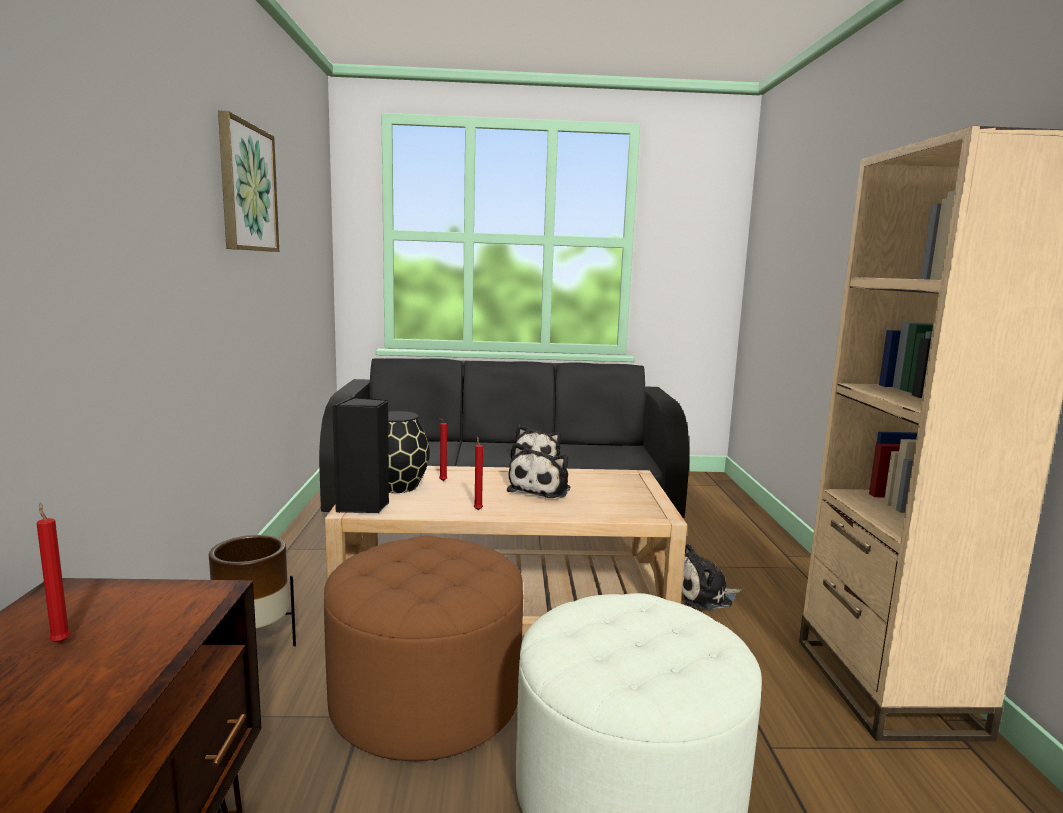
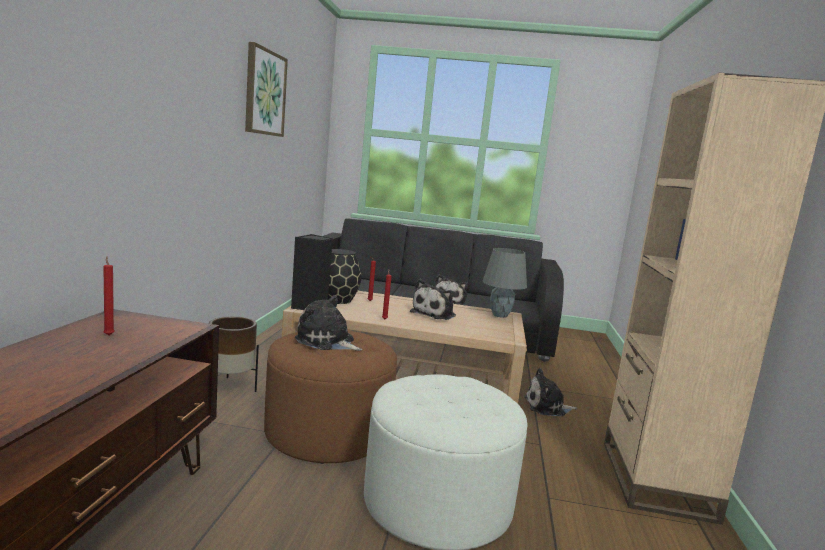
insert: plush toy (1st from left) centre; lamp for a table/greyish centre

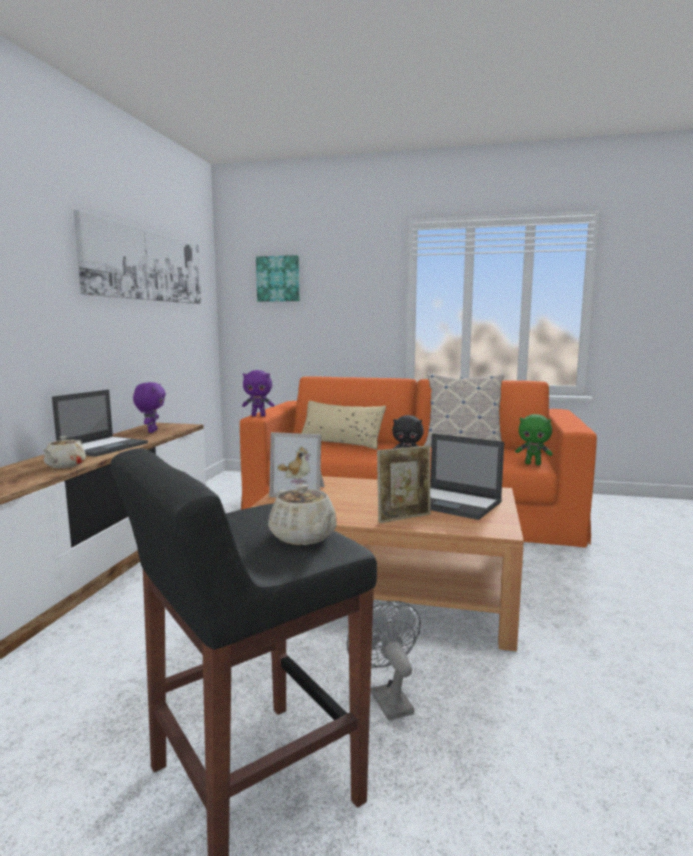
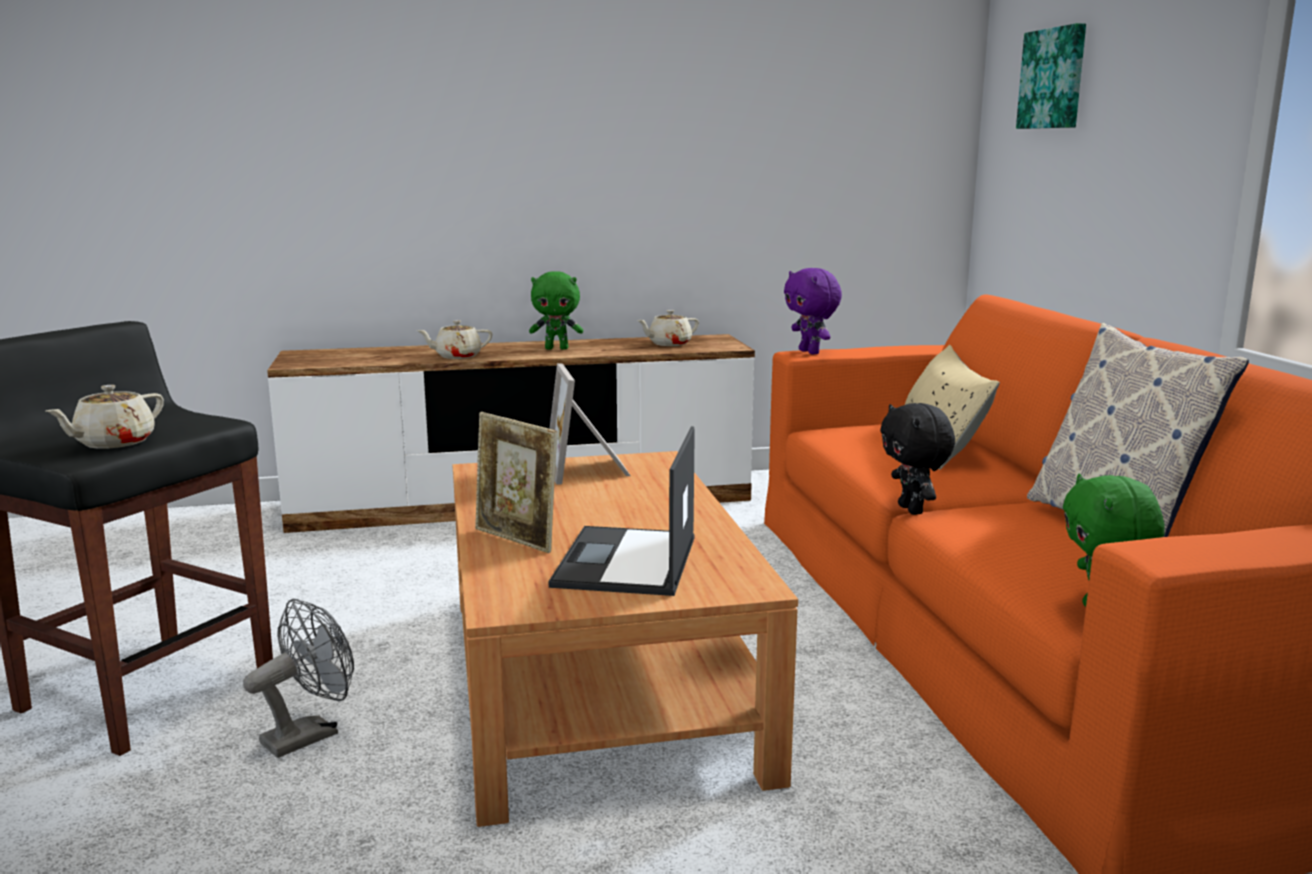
delete: wall picture (1st from left) top left
replace: laptop (1st from left) middle left to plush toy/green (1st from left) centre; plush toy/purple (1st from left) middle left to pot for tea/beige (3rd from left) centre

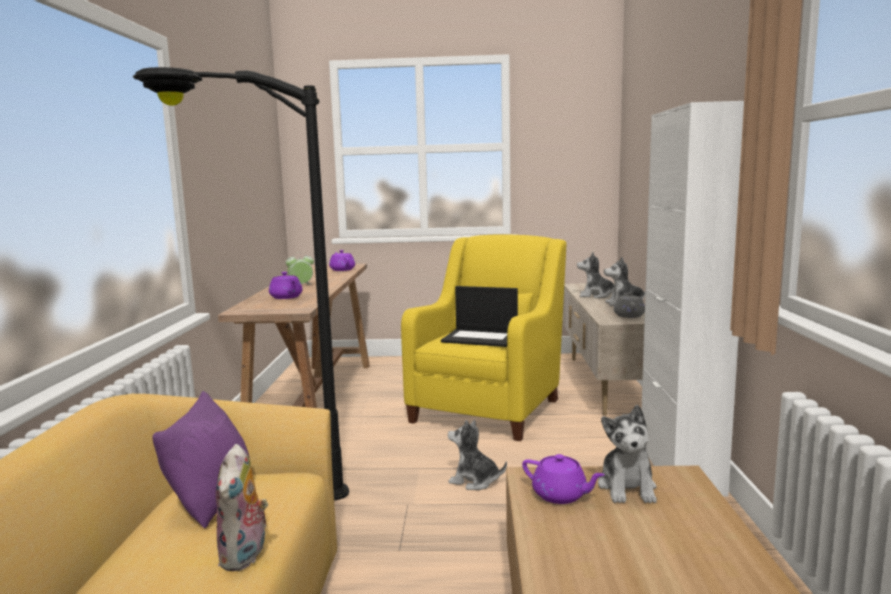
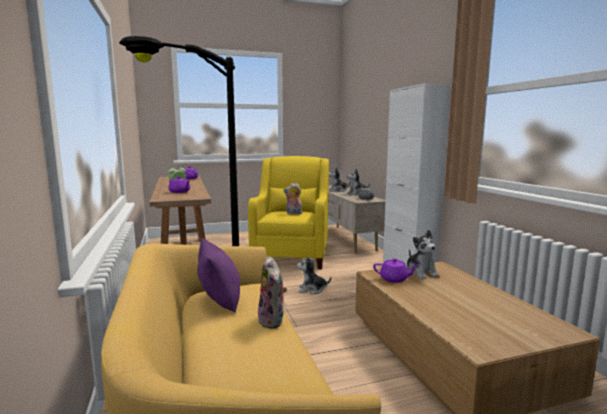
replace: laptop centre to plush toy (2nd from left) centre

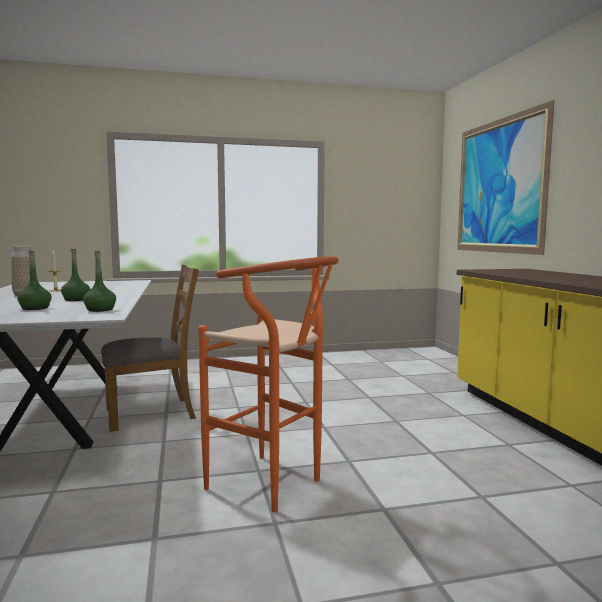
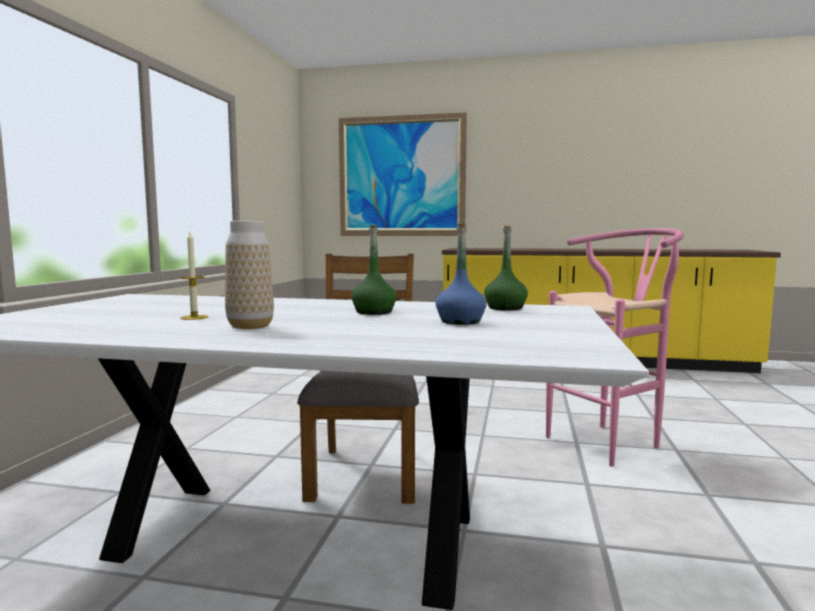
recolor: drink bottle/green (1st from left) middle left to drink bottle/blue centre; stool/orangey centre to stool/pink-coloured middle right

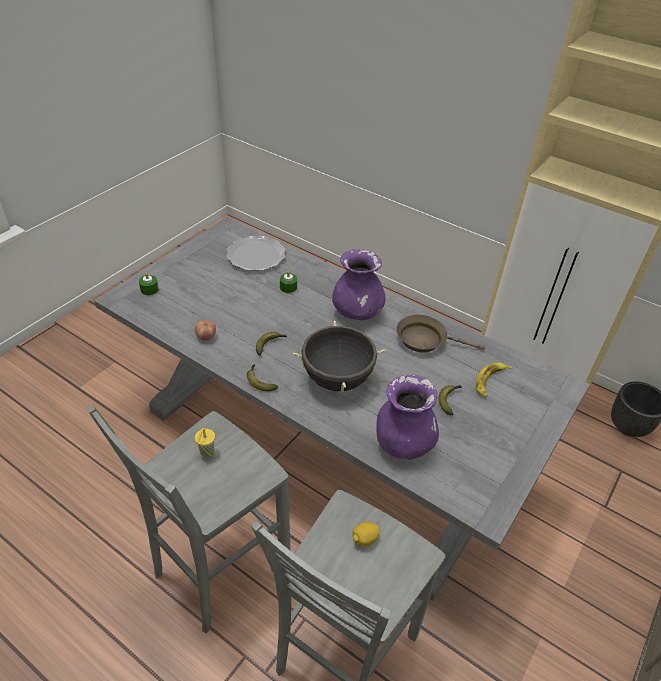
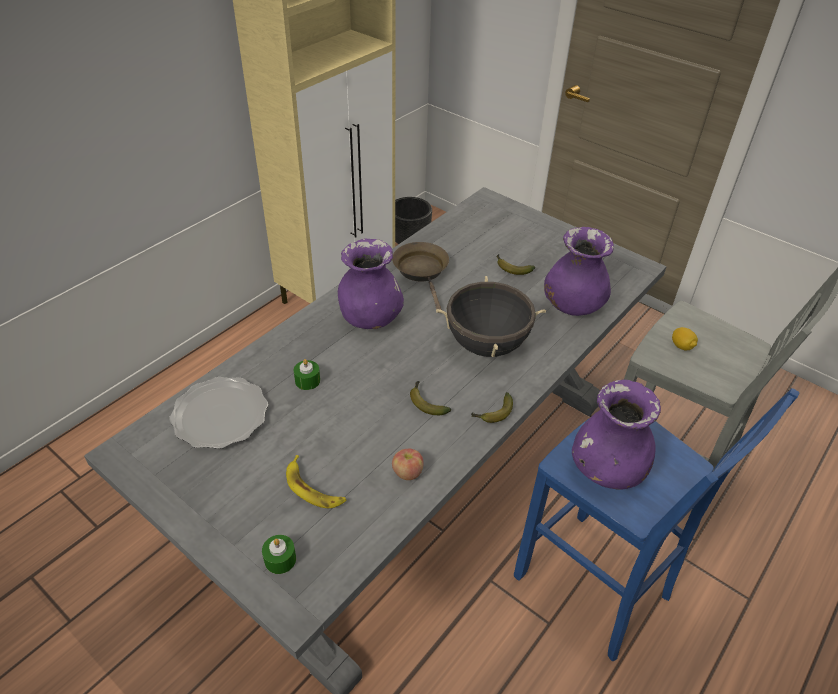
move: banana (4th from left in the first image) middle right to banana (1st from left) bottom centre
replace: small cup/yellow middle left to decorative vase/purple (3rd from left) middle right
recolor: stool/greyish (1st from left) bottom left to stool/blue bottom right
rotate: skillet/brownish middle right = centre 150 degrees clockwise

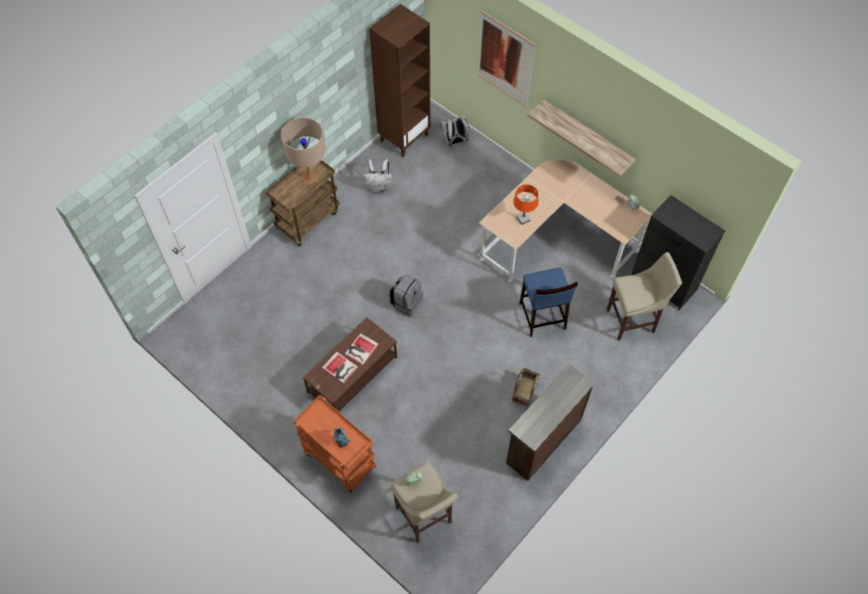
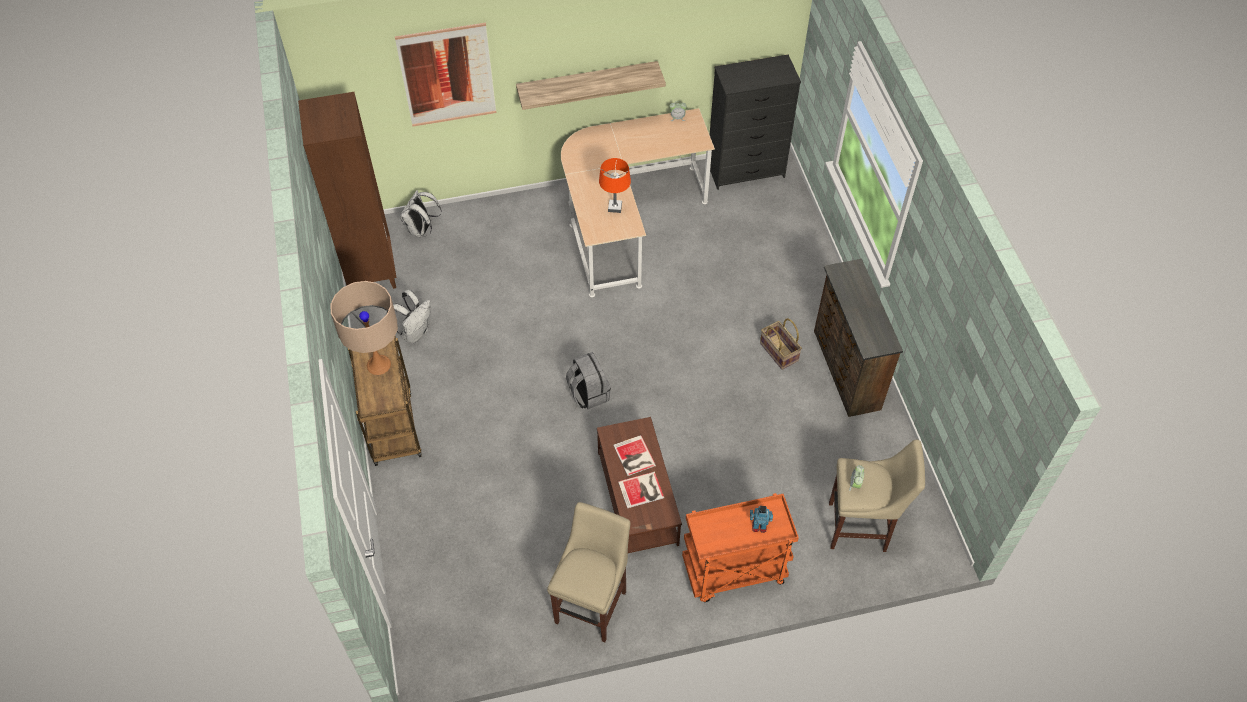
delete: stool/blue centre
move: stool/beige (2nd from left in the first image) middle right to stool/beige (1st from left) bottom centre

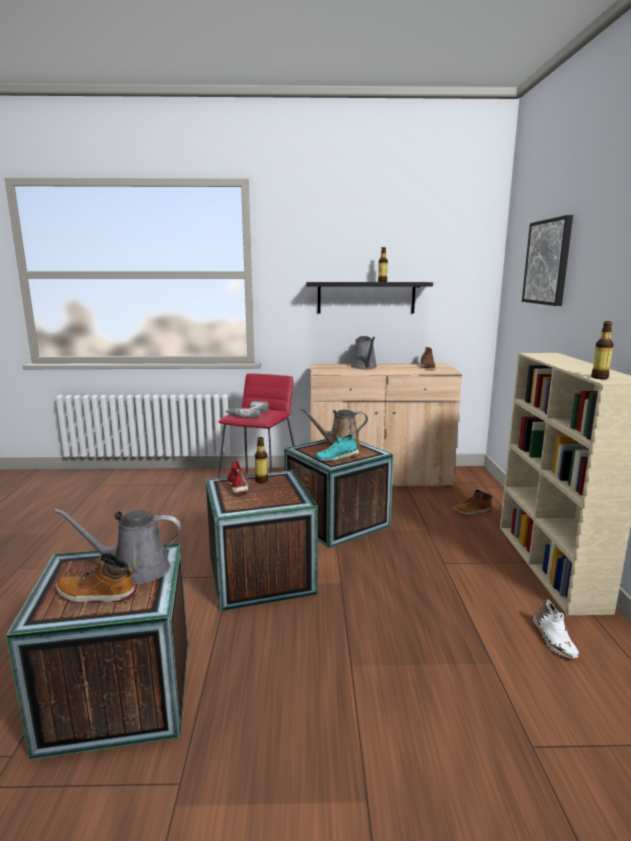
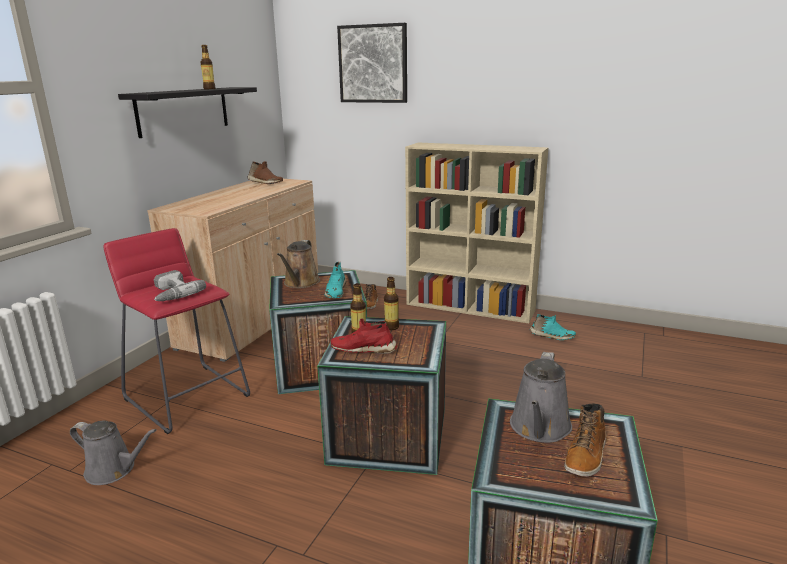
move: sprinkling can/greyish (2nd from left in the first image) centre to sprinkling can/greyish (1st from left) bottom left; drink bottle (3rd from left) middle right to centre
recolor: shoe/white-coloured bottom right to shoe/turquoise-coloured (2nd from left) middle right

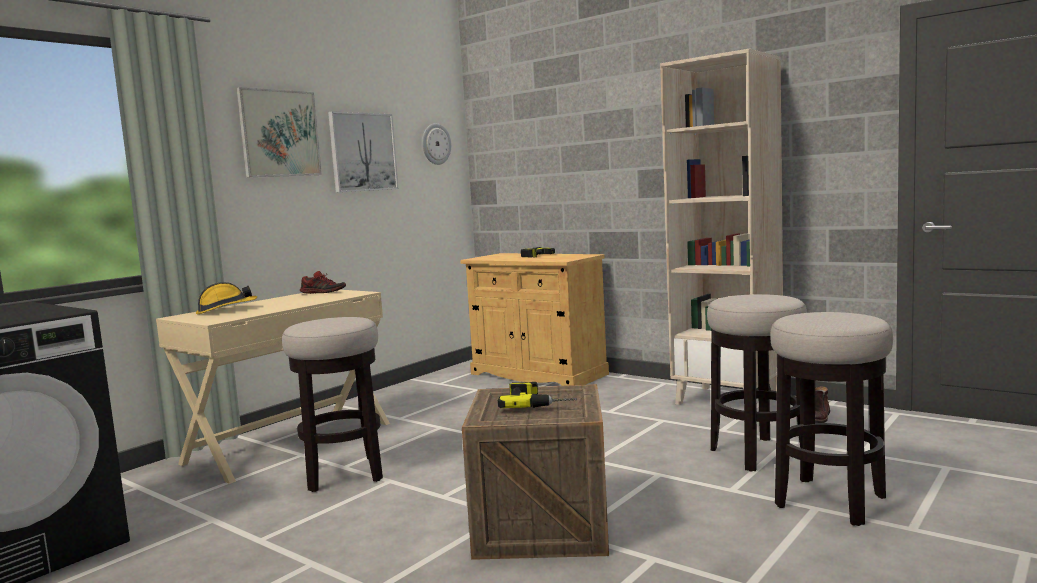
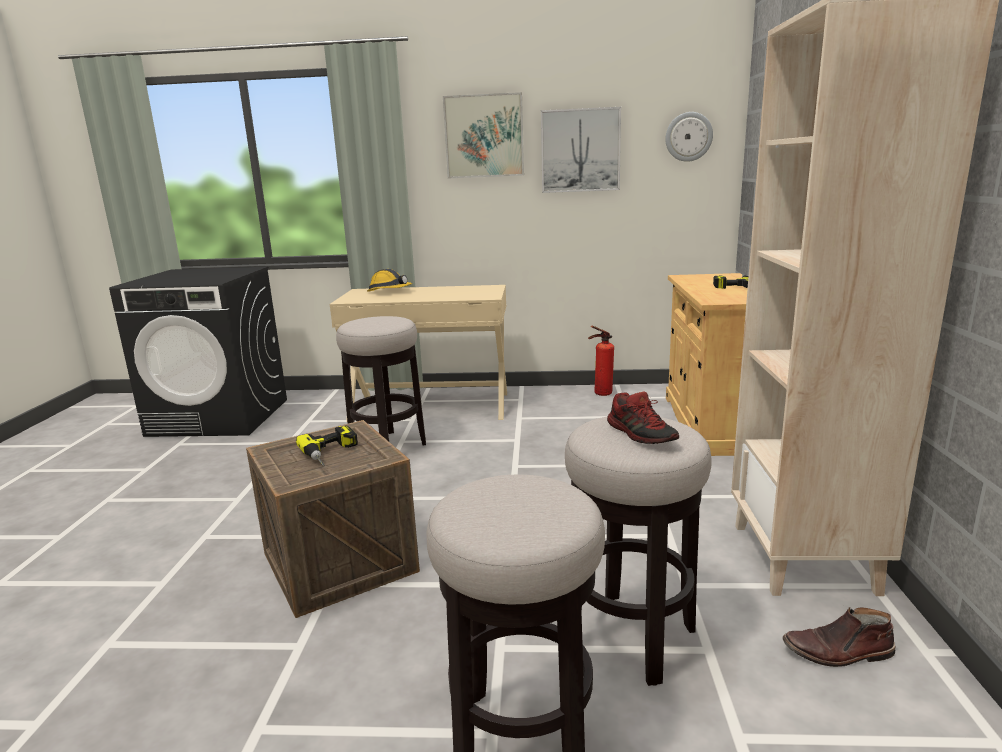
insert: fire-fighting cylinder centre
move: shoe middle left to centre

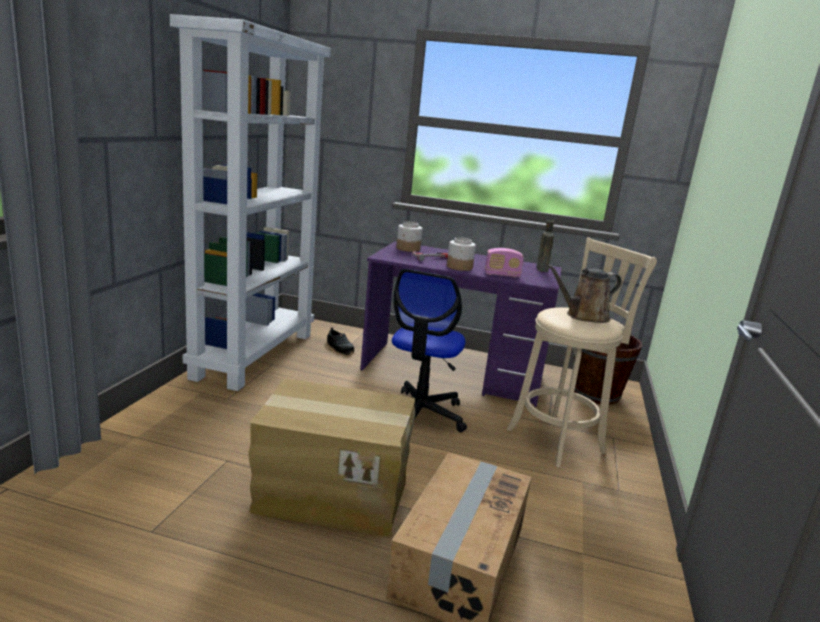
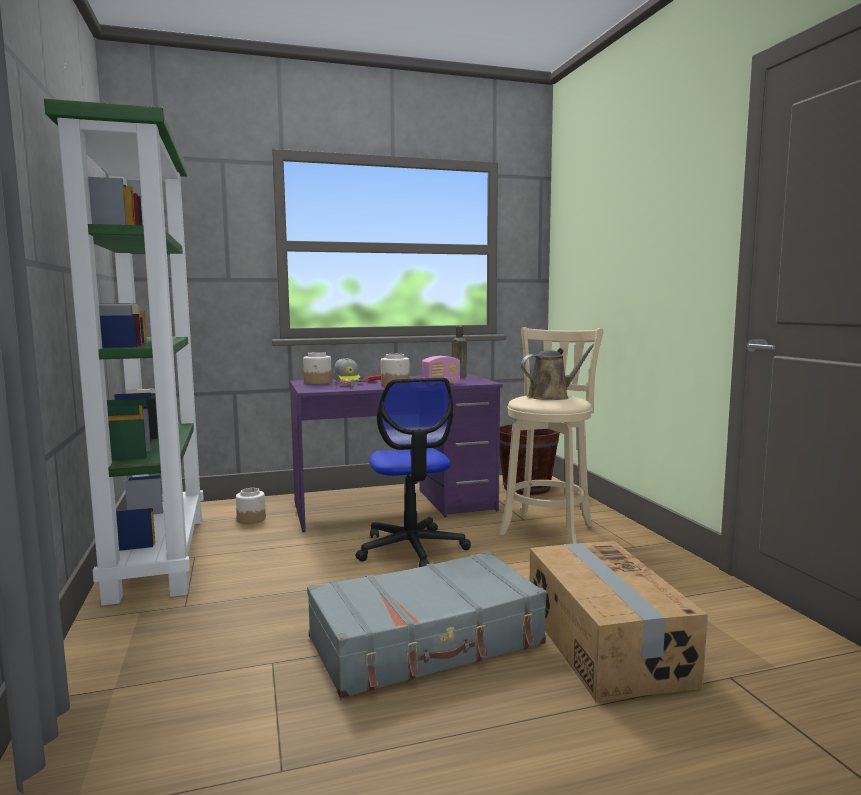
insert: peaked cap centre
replace: cardboard box (1st from left) bottom centre to travel case/greyish bottom centre; shoe/black-coloured centre to preserve jar (1st from left) middle left
recolor: bookshelf/white-coloured top left to bookshelf/green middle left
rotate: sprinkling can/brownish middle right = centre 150 degrees counterclockwise

